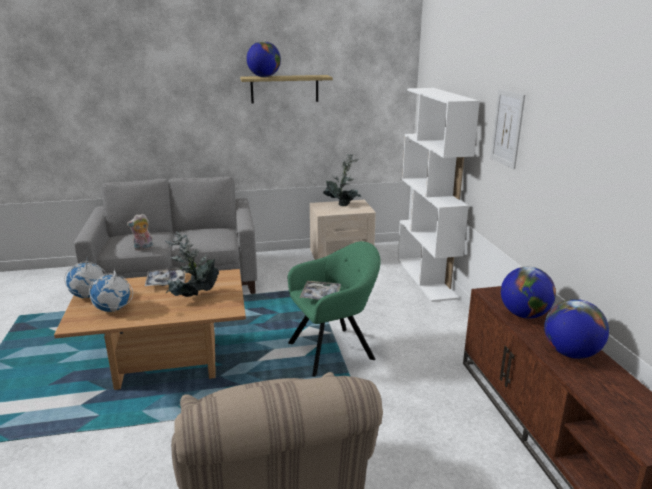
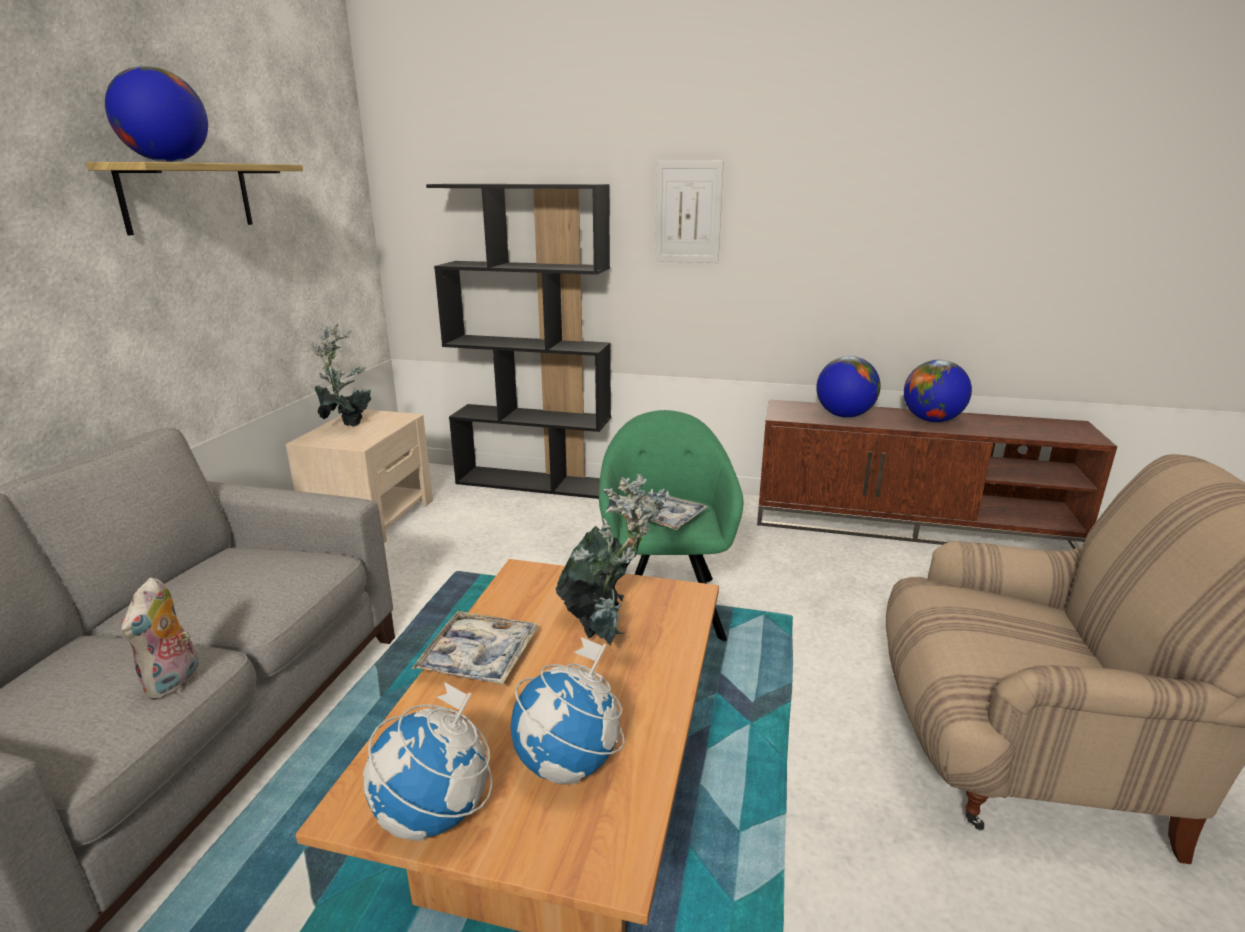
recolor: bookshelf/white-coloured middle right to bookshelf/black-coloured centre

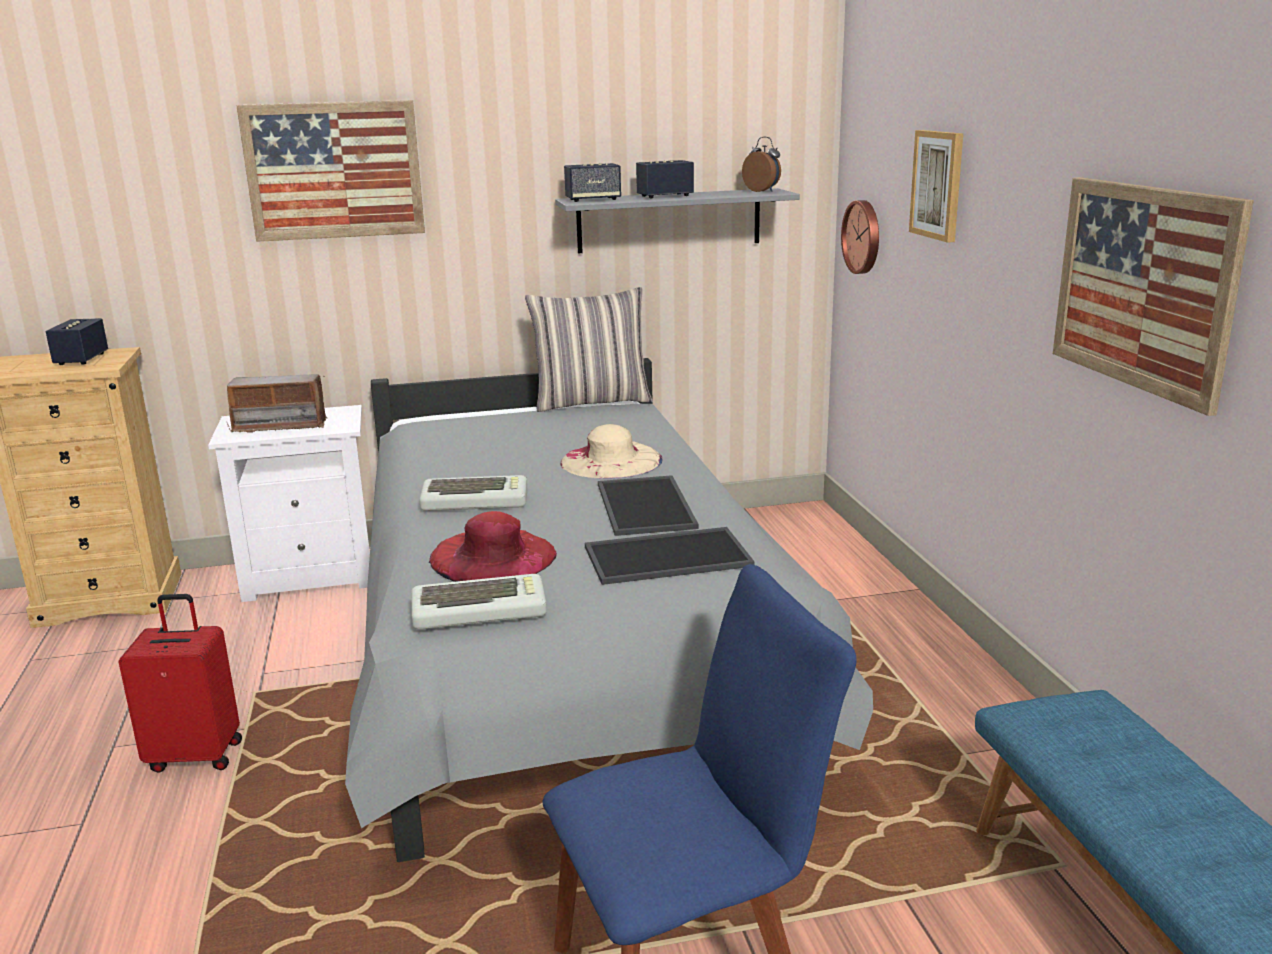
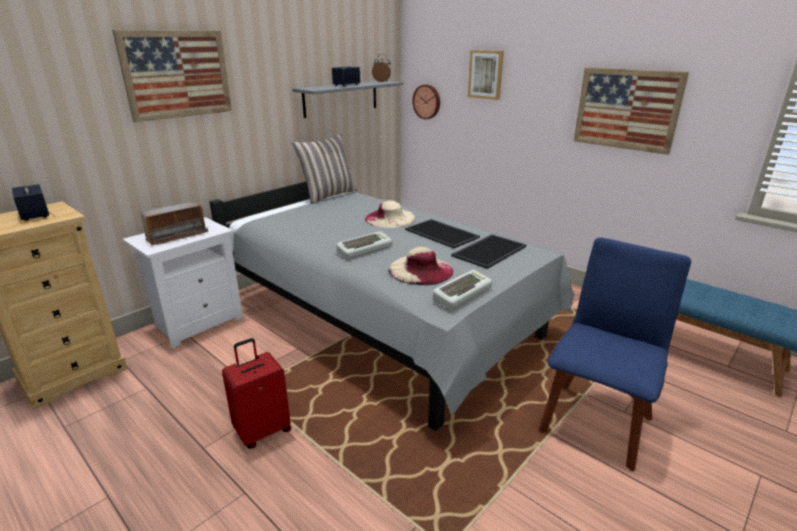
delete: speaker (2nd from left) top centre
recolor: clothing hat/red-coloured centre to clothing hat/beige (2nd from left) centre

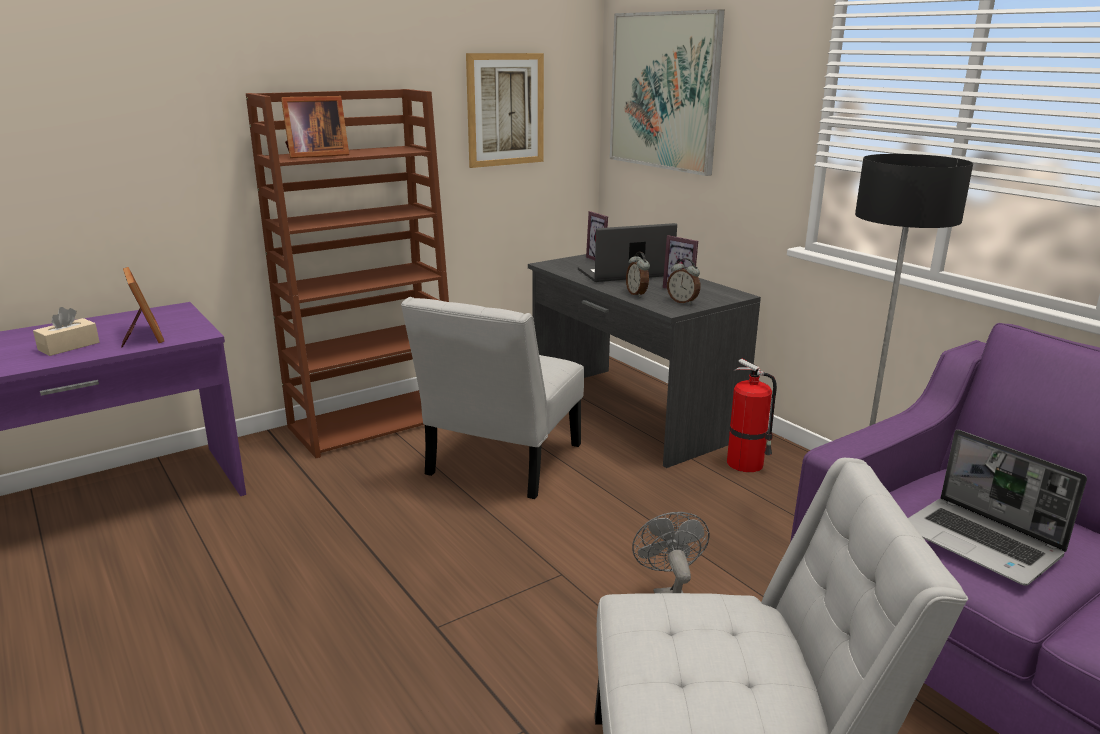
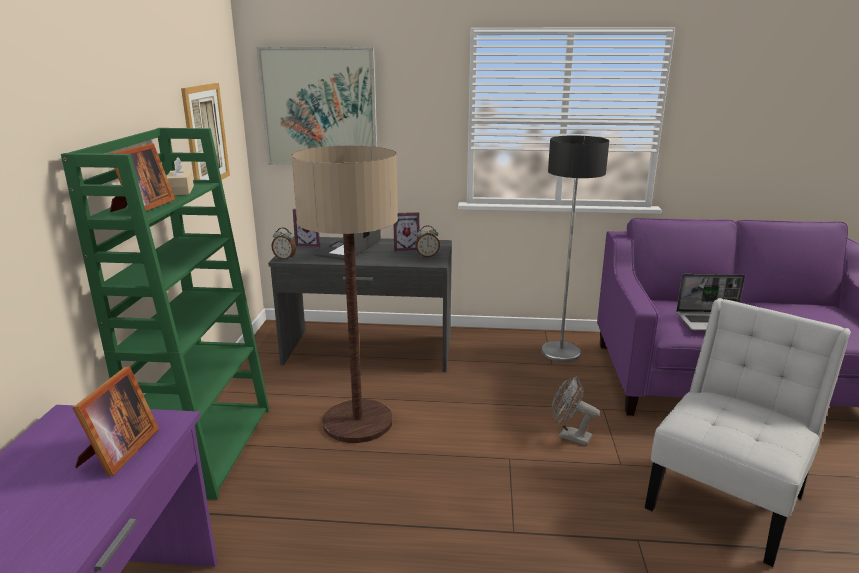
delete: fire-fighting cylinder middle right
move: tissue holder/beige middle left to top left; bedside clock (1st from left) centre to middle left
replace: chair/white-coloured (1st from left) centre to standing lamp (1st from left) centre
recolor: bookshelf/brownish middle left to bookshelf/green middle left
rotate: standing frame (1st from left) middle left = bottom left 90 degrees clockwise

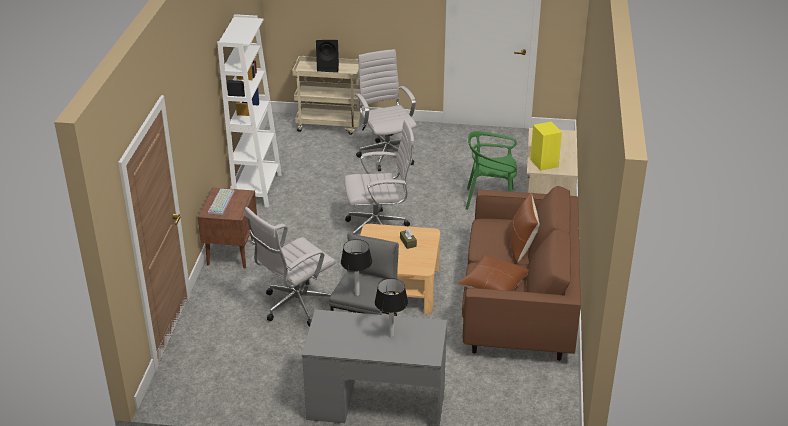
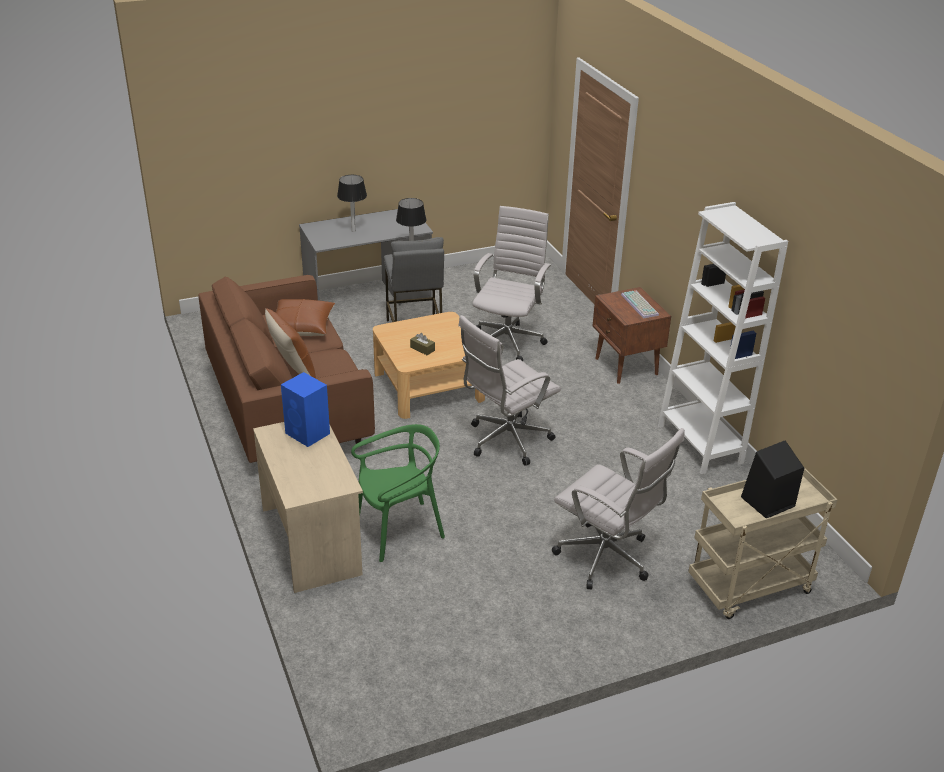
recolor: speaker/yellow middle right to speaker/blue middle left

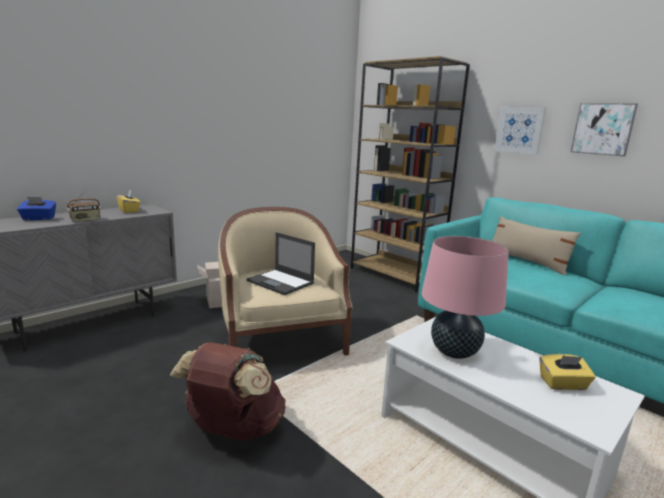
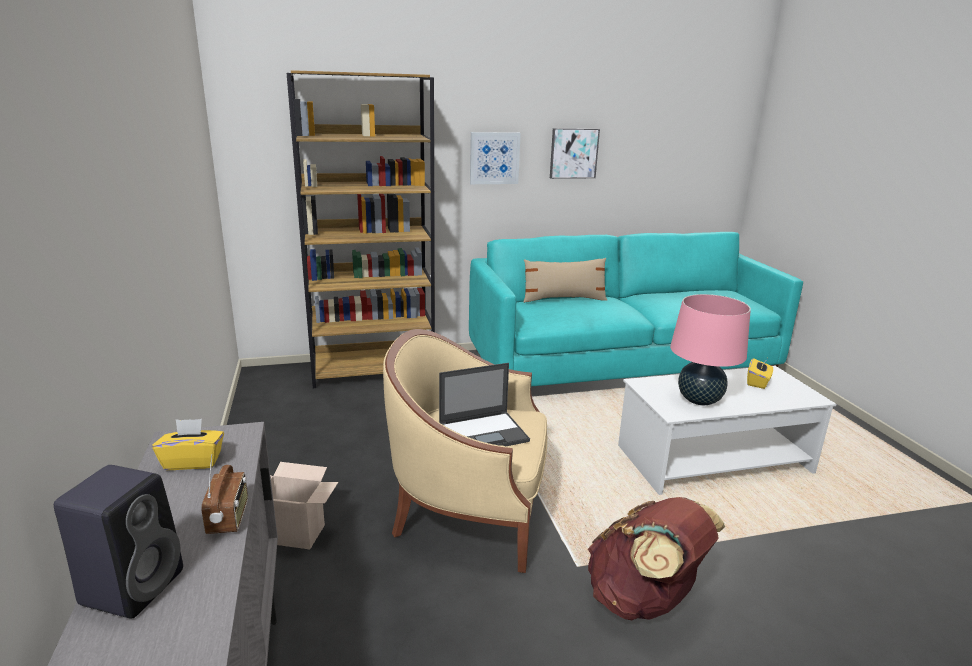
replace: tissue holder/blue middle left to speaker/black-coloured bottom left

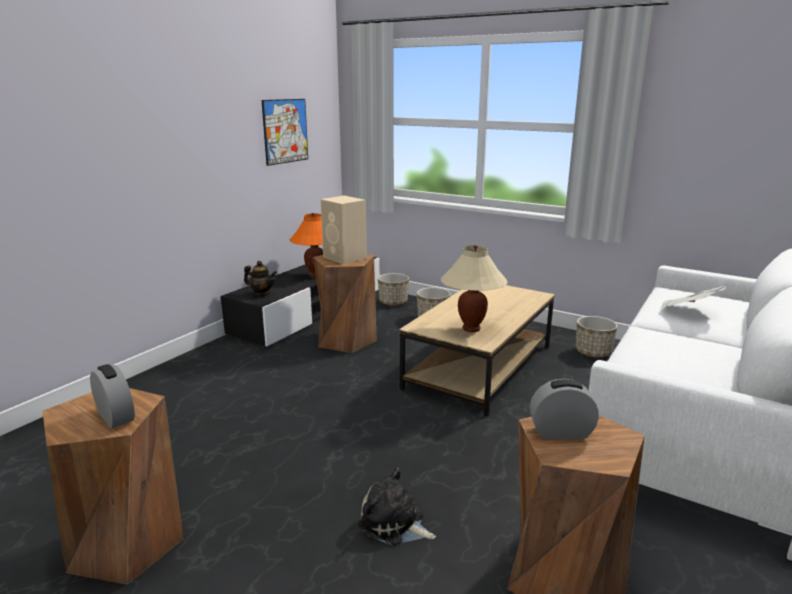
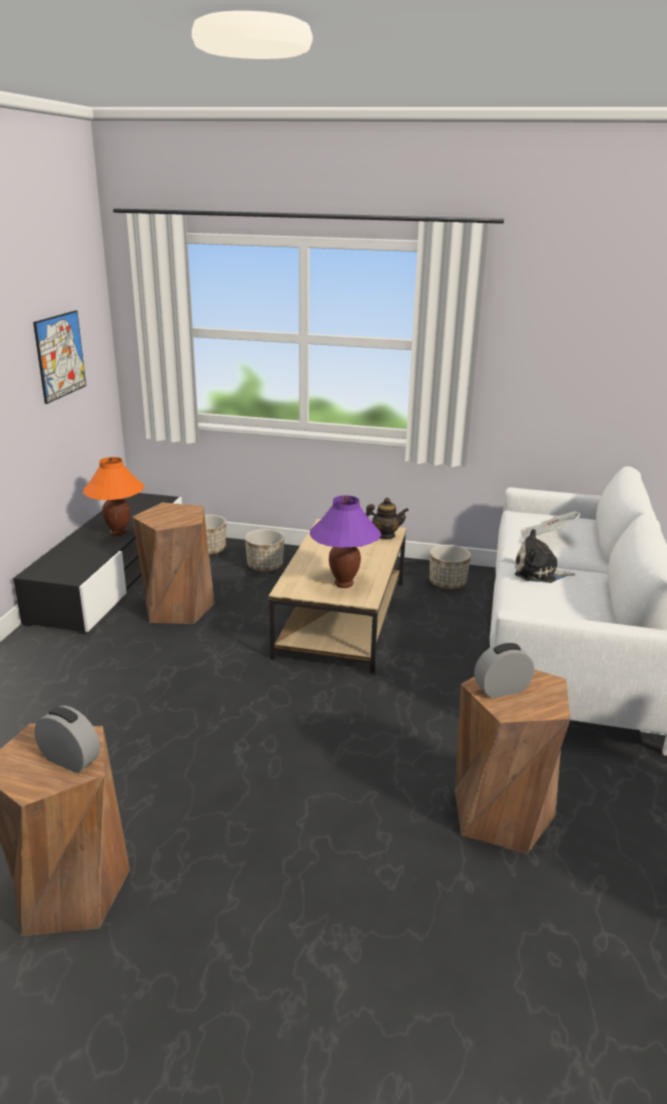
delete: speaker/beige centre
move: pot for tea middle left to centre; plush toy bottom centre to middle right
recolor: lamp for a table/beige centre to lamp for a table/purple centre

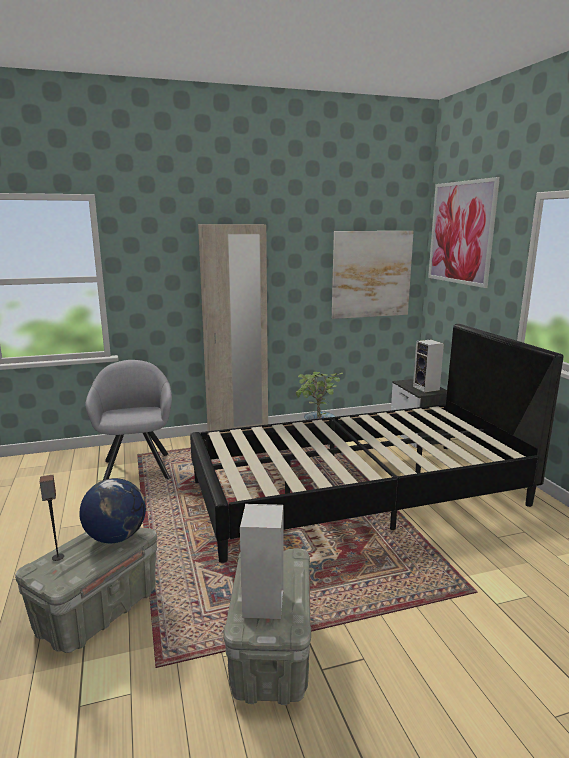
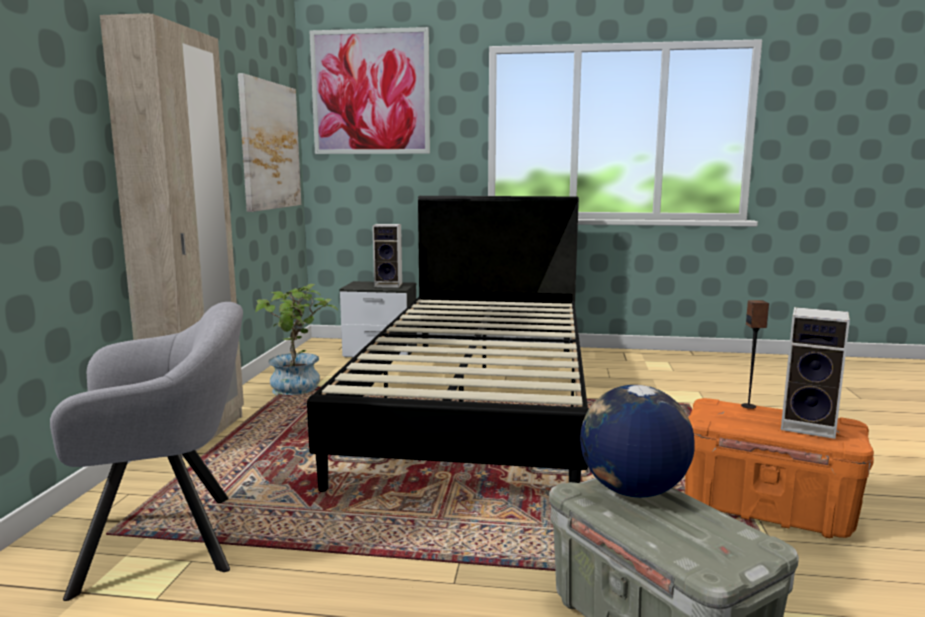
move: speaker (1st from left in the first image) bottom left to speaker (2nd from left) middle right
recolor: storage bin/greyish (2nd from left) bottom centre to storage bin/orangey bottom right
rotate: armchair/greyish middle left = bottom left 150 degrees clockwise

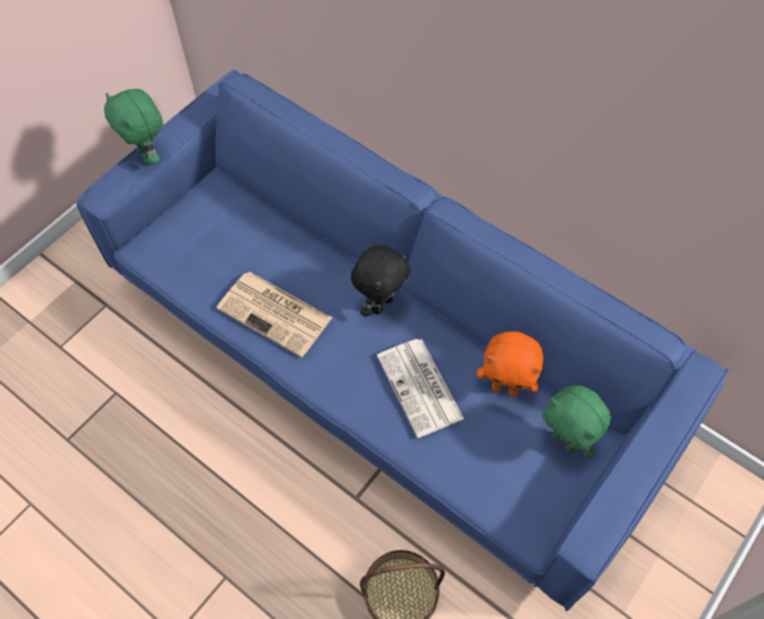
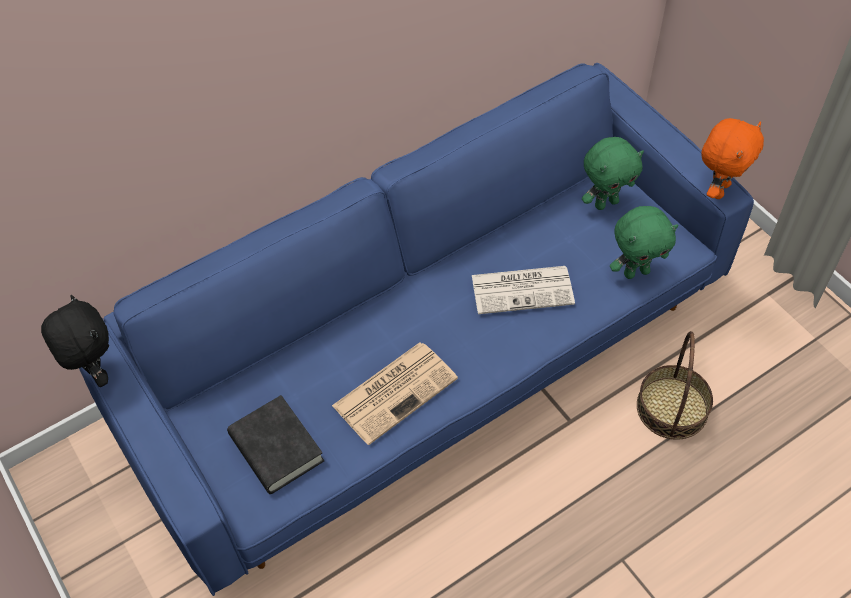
insert: book/black-coloured bottom left
move: plush toy/green (1st from left in the first image) top left to plush toy/green (2nd from left) middle right; plush toy/black-coloured centre to middle left; plush toy/orangey centre to top right

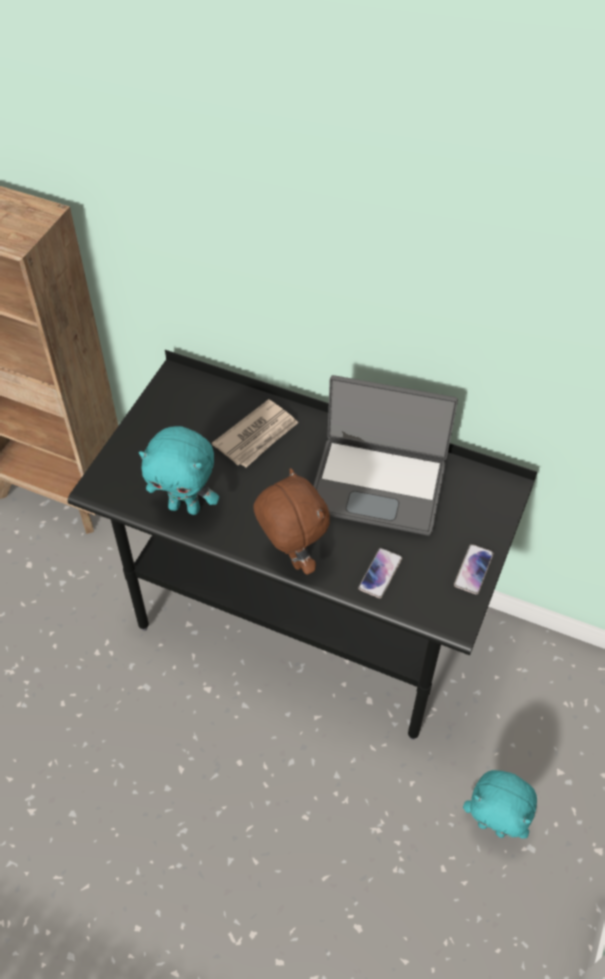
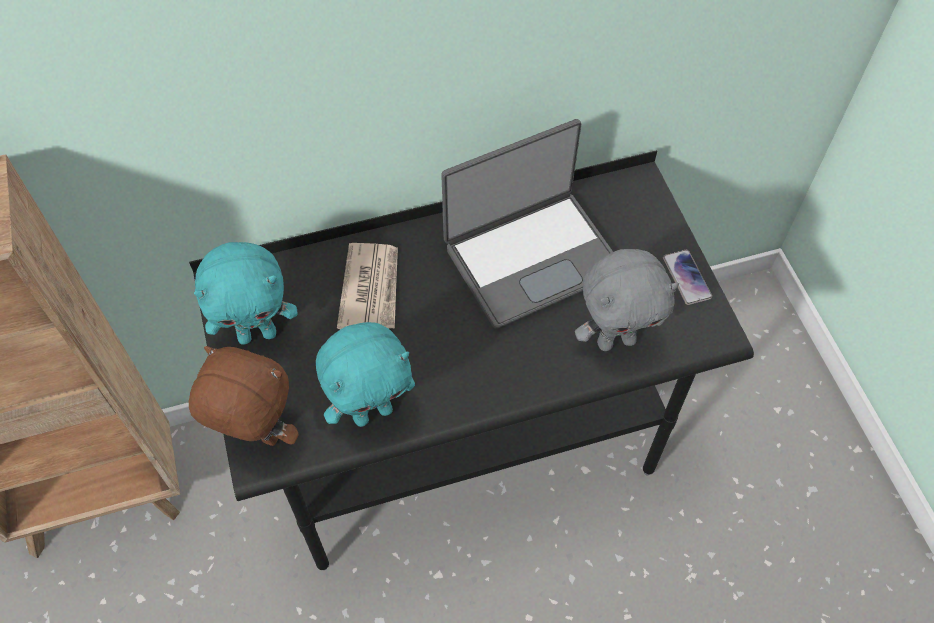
move: plush toy/brownish centre to middle left; plush toy/turquoise-coloured (2nd from left in the first image) bottom right to plush toy/turquoise-coloured (1st from left) middle left
replace: phone (1st from left) centre to plush toy/greyish middle right

